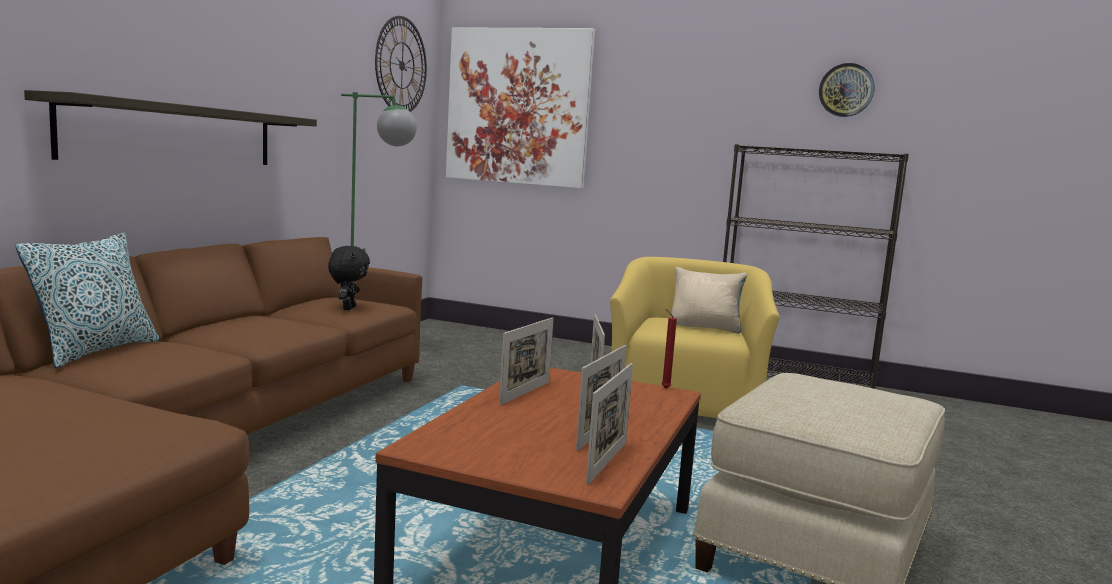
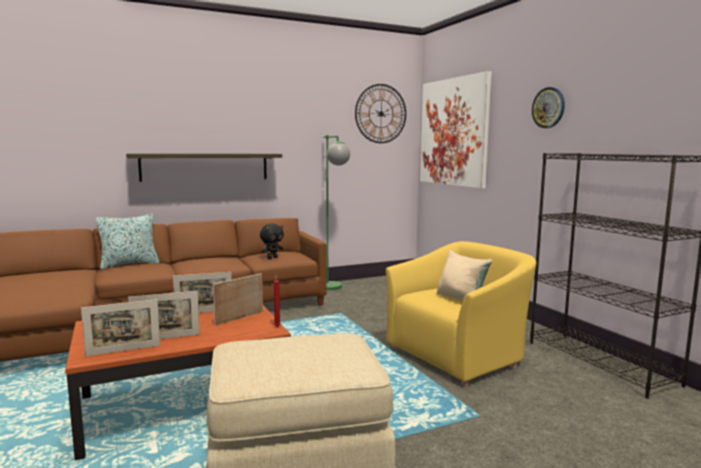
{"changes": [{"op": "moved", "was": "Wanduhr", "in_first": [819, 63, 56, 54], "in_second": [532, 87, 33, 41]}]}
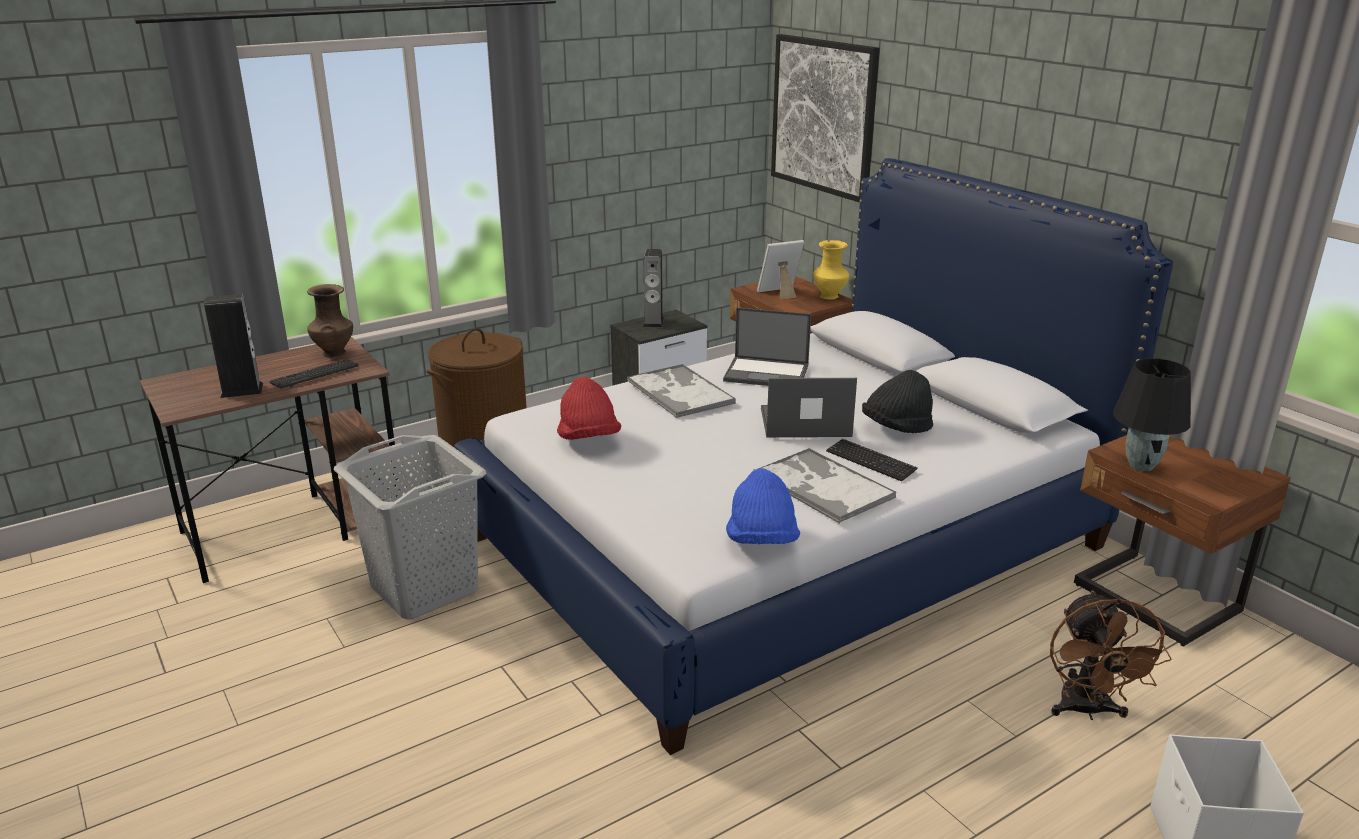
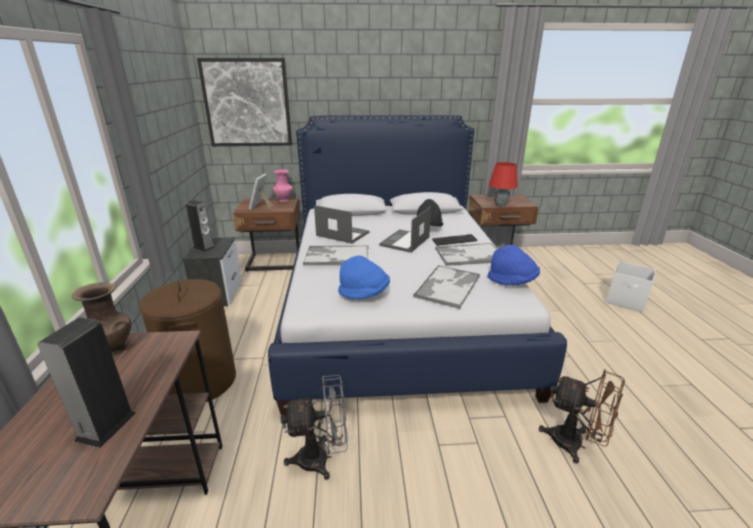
{"changes": [{"op": "recoloured", "was": "Vase/gelb", "now": "Vase/rosa", "in_first": [813, 240, 37, 60], "in_second": [273, 169, 20, 33]}, {"op": "turned", "was": "Laptop", "in_first": [723, 307, 88, 79], "in_second": [314, 205, 55, 39], "clockwise": -105}, {"op": "recoloured", "was": "Tischlampe/schwarz", "now": "Tischlampe/rot", "in_first": [1113, 358, 78, 113], "in_second": [489, 162, 29, 45]}, {"op": "removed", "was": "Tastatur", "in_first": [270, 359, 89, 29]}, {"op": "recoloured", "was": "Hut/rot", "now": "Hut/blau", "in_first": [557, 377, 64, 63], "in_second": [338, 255, 52, 44]}, {"op": "replaced", "was": "Wäschekorb/grau", "now": "Ventilator/grau", "in_first": [334, 435, 152, 184], "in_second": [280, 375, 68, 105]}, {"op": "moved", "was": "Ventilator/braun", "in_first": [1050, 590, 122, 130], "in_second": [539, 369, 86, 95]}, {"op": "added", "now": "Tablett", "in_second": [413, 265, 67, 44]}]}
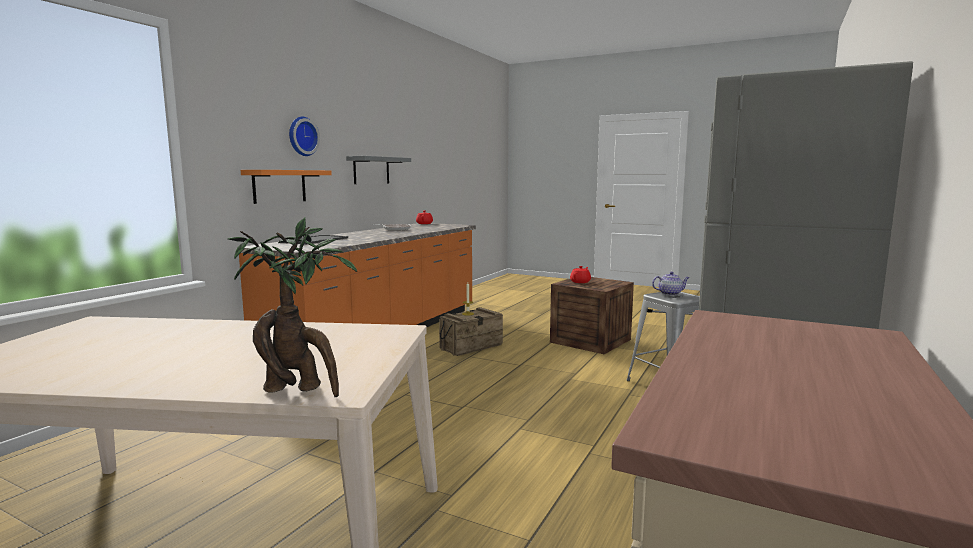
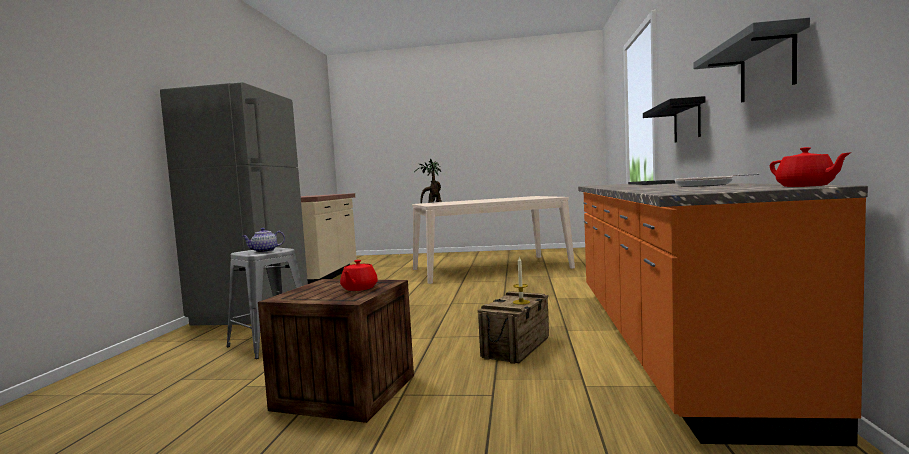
{"changes": [{"op": "removed", "was": "Wanduhr", "in_first": [289, 117, 31, 39]}, {"op": "recoloured", "was": "Wandregal/orange", "now": "Wandregal/schwarz", "in_first": [241, 170, 91, 34], "in_second": [643, 96, 63, 47]}]}
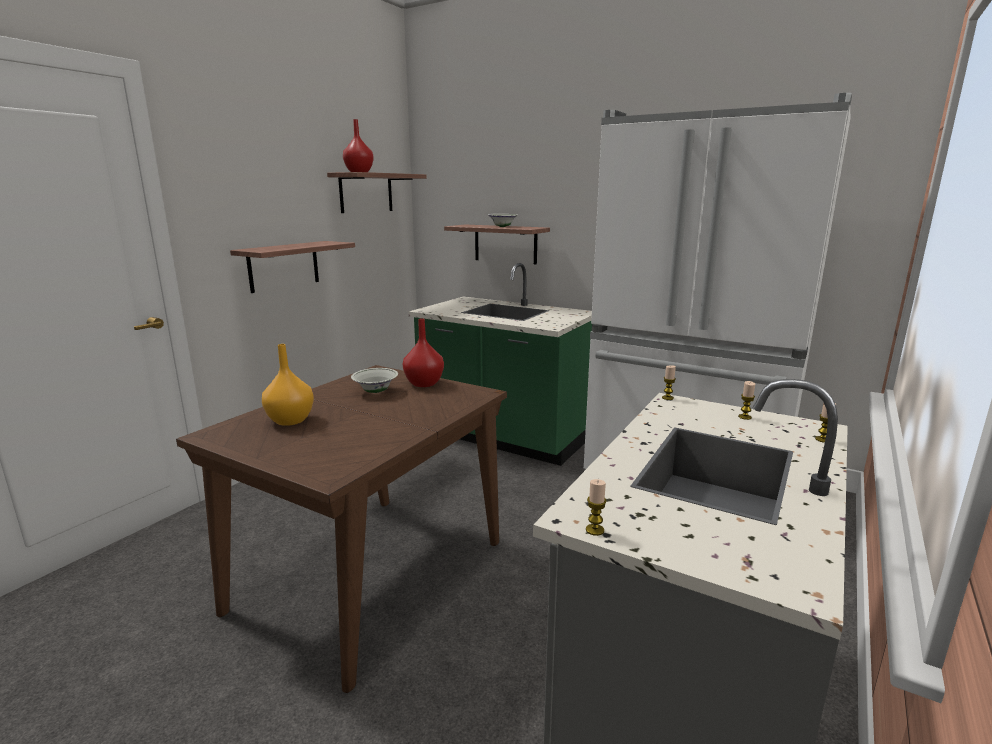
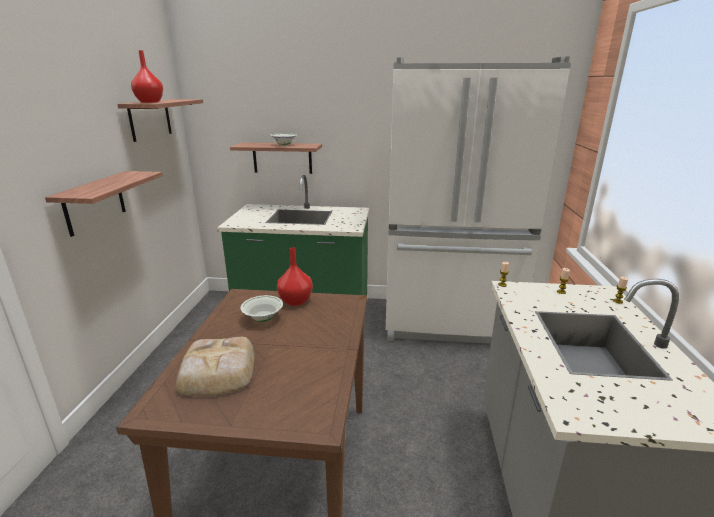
{"changes": [{"op": "replaced", "was": "Vase/orange", "now": "Brot", "in_first": [262, 344, 52, 82], "in_second": [176, 337, 78, 59]}, {"op": "removed", "was": "Kerze", "in_first": [586, 479, 21, 57]}]}
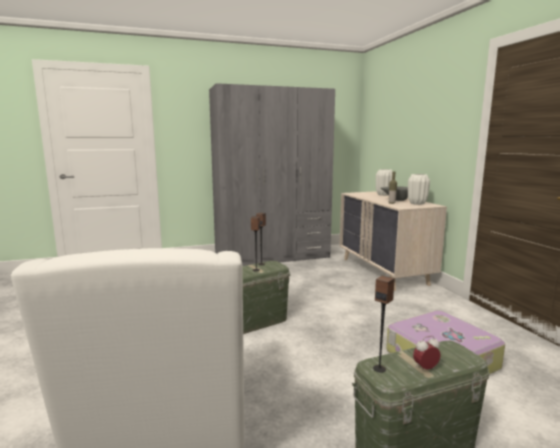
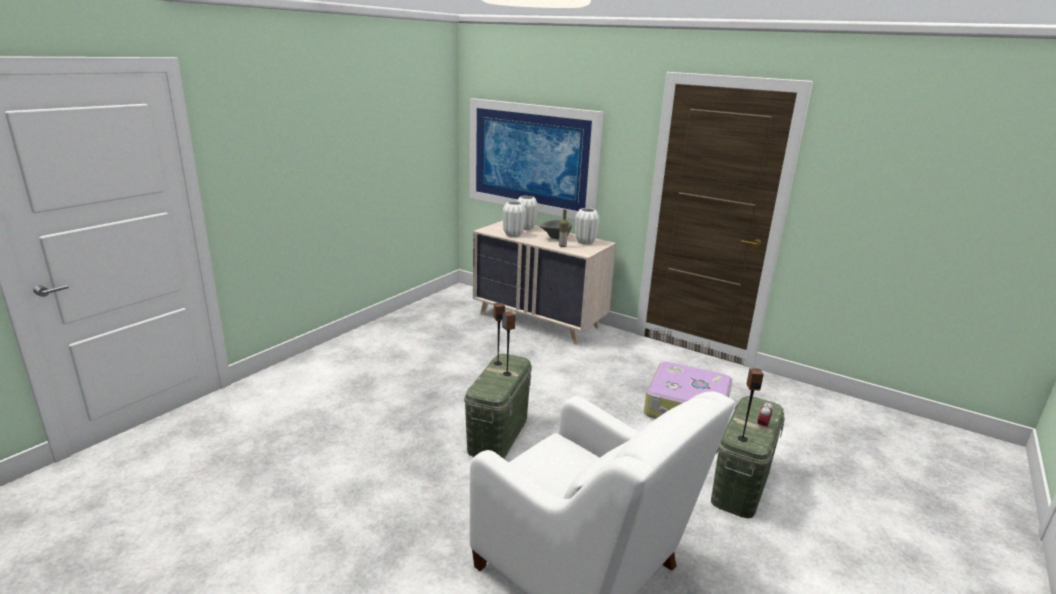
{"changes": [{"op": "removed", "was": "Kleiderschrank/grau", "in_first": [209, 83, 126, 183]}, {"op": "added", "now": "Bild", "in_second": [469, 98, 135, 121]}, {"op": "added", "now": "Vase/weiß", "in_second": [503, 201, 23, 36]}]}
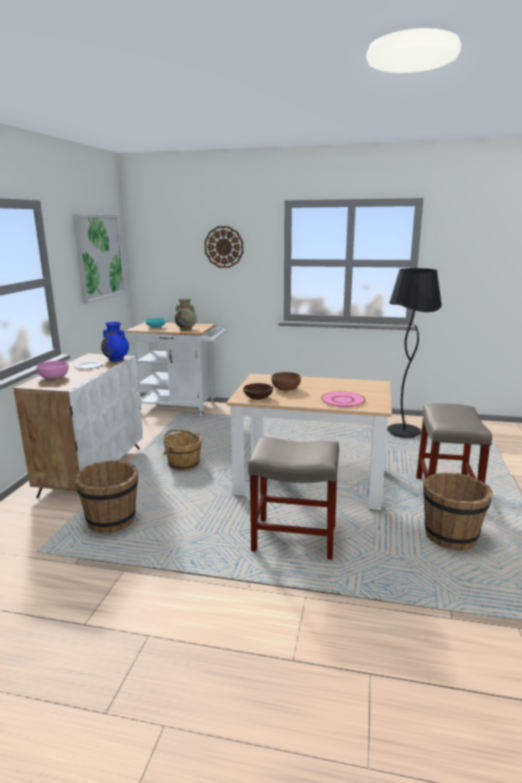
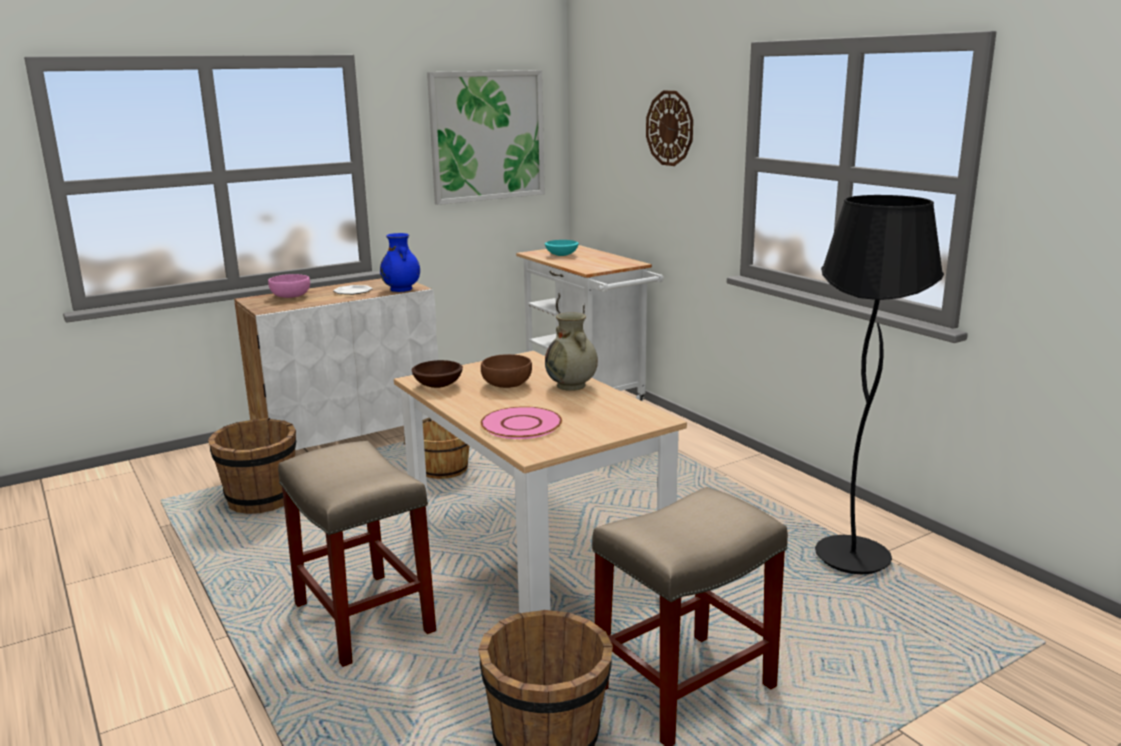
{"changes": [{"op": "moved", "was": "Vase/beige", "in_first": [175, 298, 22, 32], "in_second": [545, 312, 53, 79]}]}
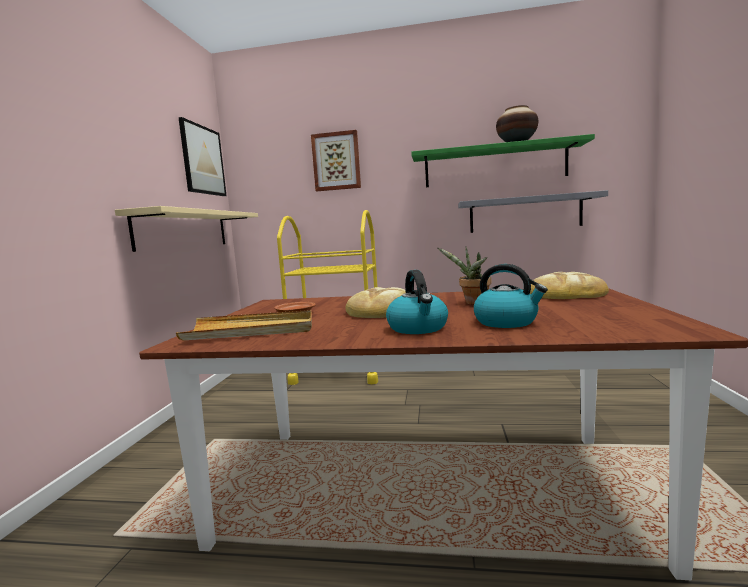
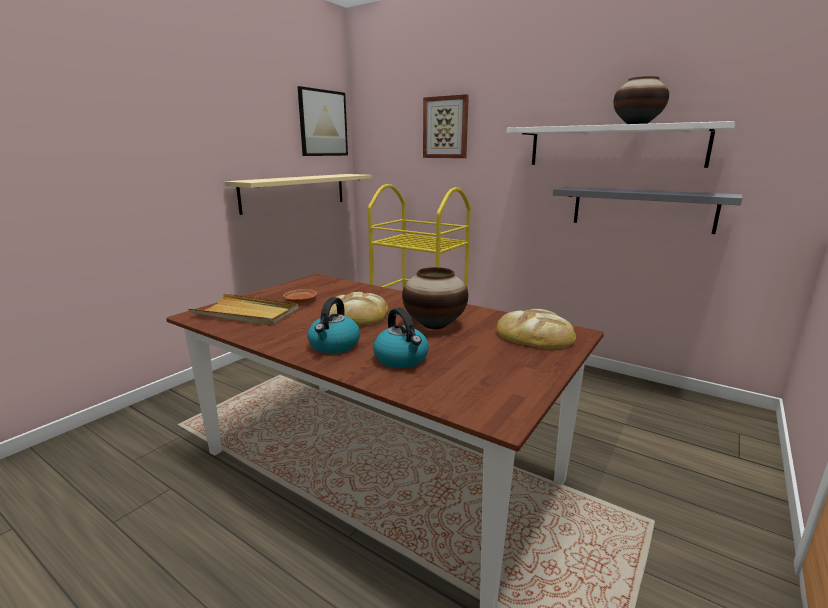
{"changes": [{"op": "recoloured", "was": "Wandregal/grün", "now": "Wandregal/weiß", "in_first": [411, 134, 184, 53], "in_second": [506, 121, 229, 47]}, {"op": "replaced", "was": "Topfpflanze", "now": "Vase", "in_first": [438, 247, 53, 58], "in_second": [402, 267, 66, 62]}]}
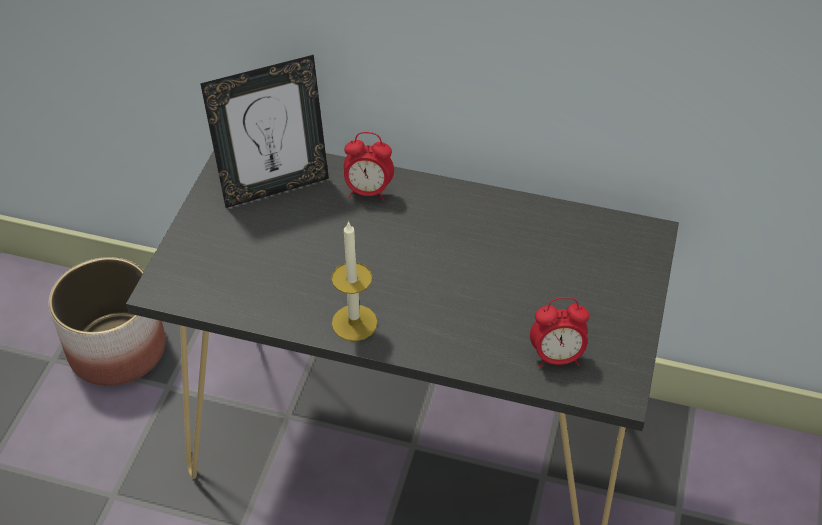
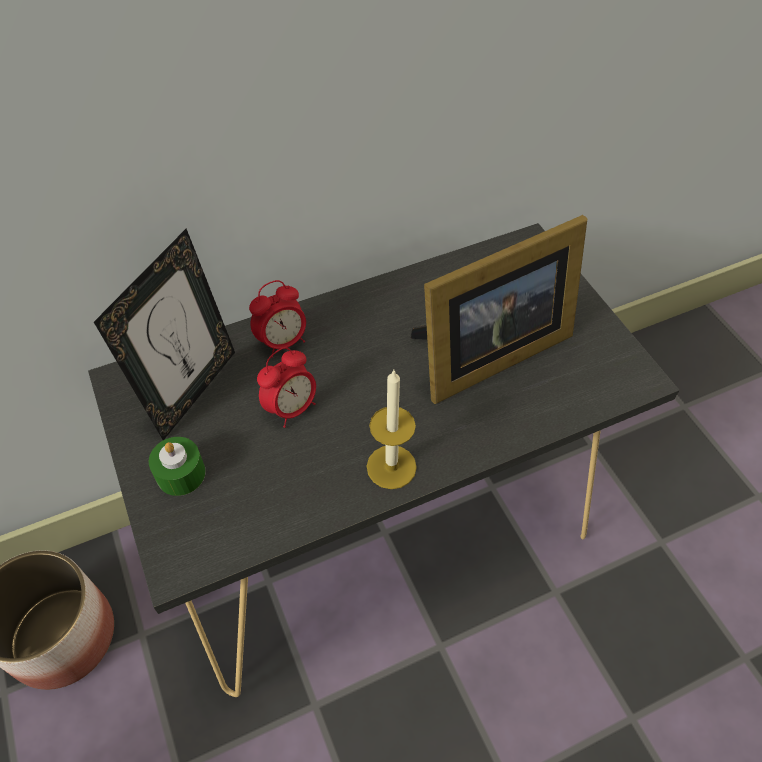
{"changes": [{"op": "moved", "was": "Wecker", "in_first": [530, 297, 59, 71], "in_second": [257, 347, 59, 81]}, {"op": "added", "now": "Bilderrahmen", "in_second": [411, 215, 176, 189]}, {"op": "added", "now": "Kerze/grün", "in_second": [149, 437, 57, 59]}]}
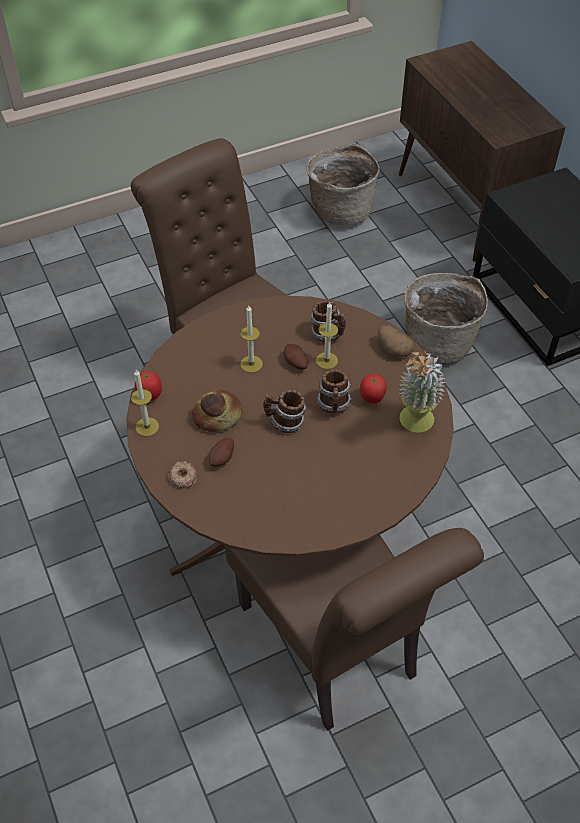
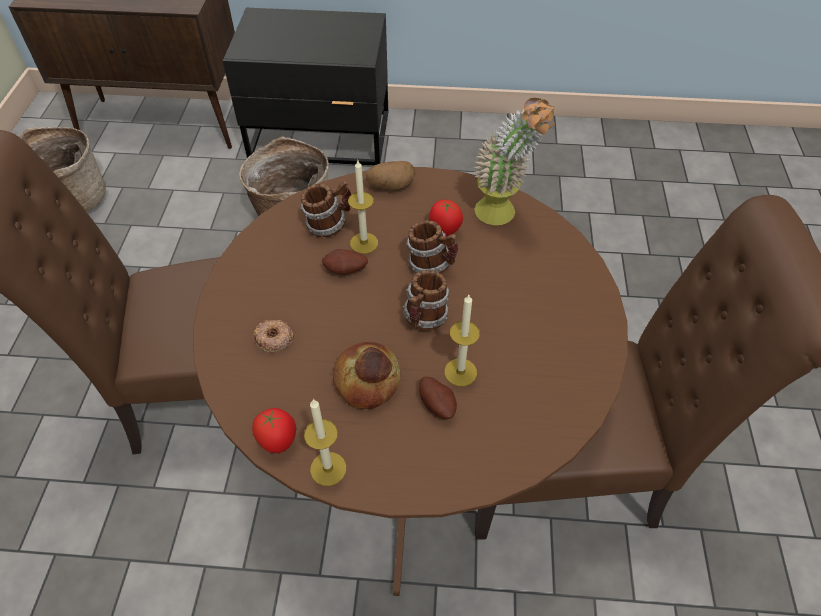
{"changes": [{"op": "moved", "was": "Kerze", "in_first": [240, 306, 23, 67], "in_second": [444, 295, 36, 91]}, {"op": "moved", "was": "Donut", "in_first": [169, 461, 28, 28], "in_second": [253, 320, 41, 32]}]}
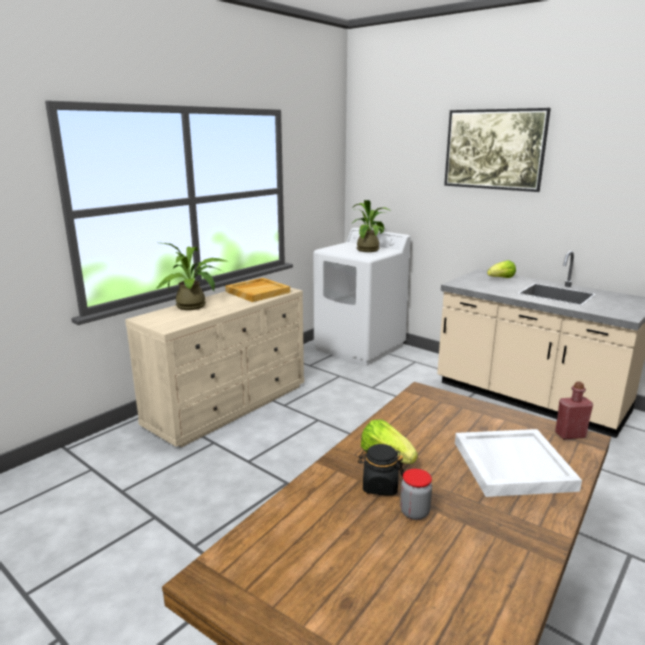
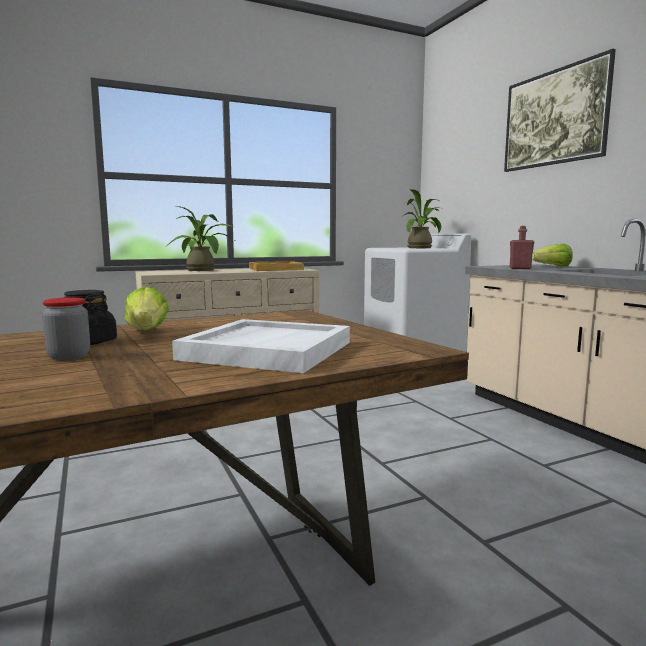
{"changes": [{"op": "moved", "was": "Flasche/rot", "in_first": [555, 382, 38, 57], "in_second": [510, 226, 24, 43]}]}
